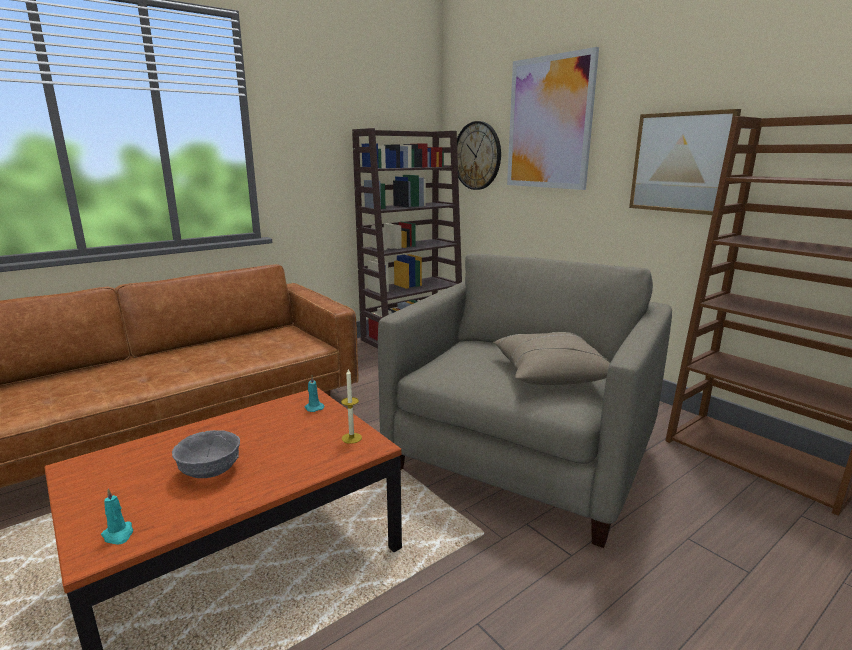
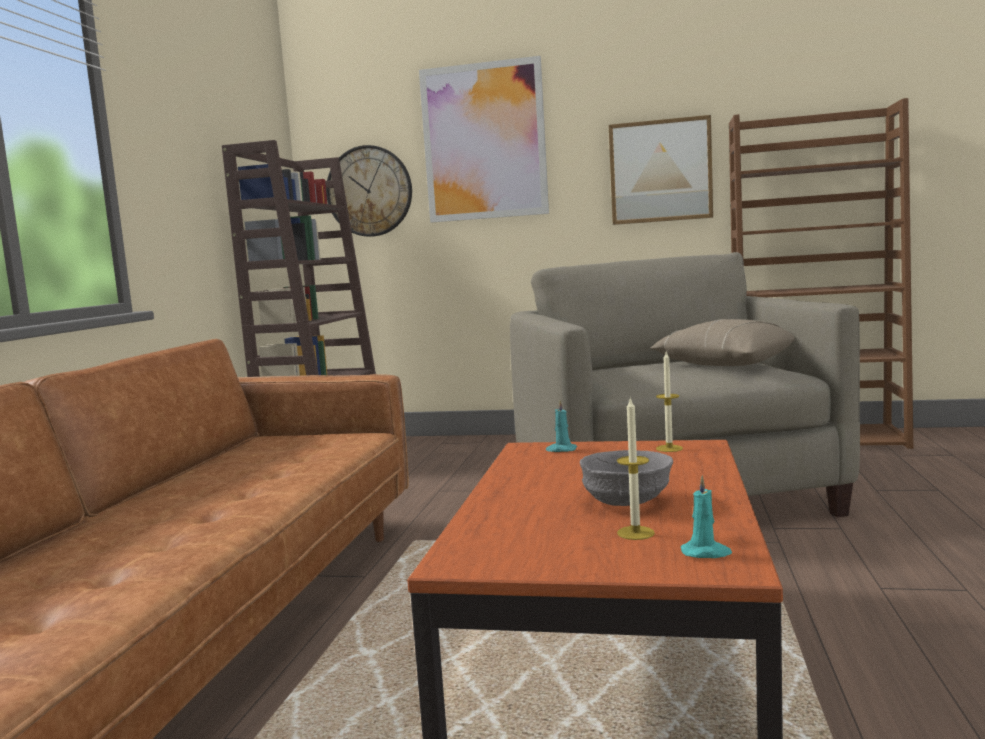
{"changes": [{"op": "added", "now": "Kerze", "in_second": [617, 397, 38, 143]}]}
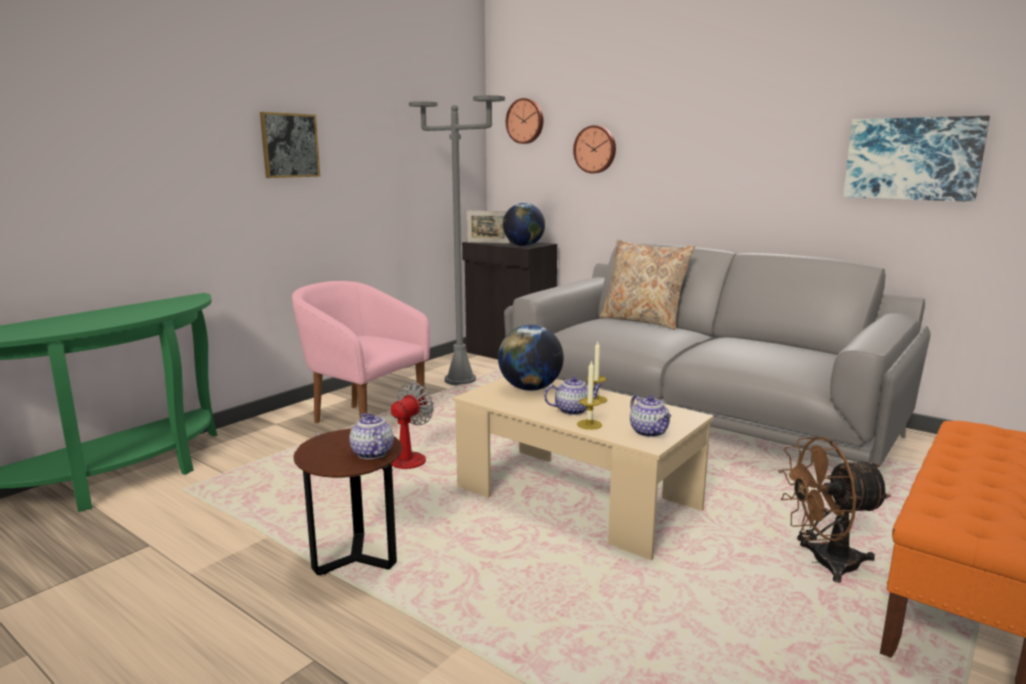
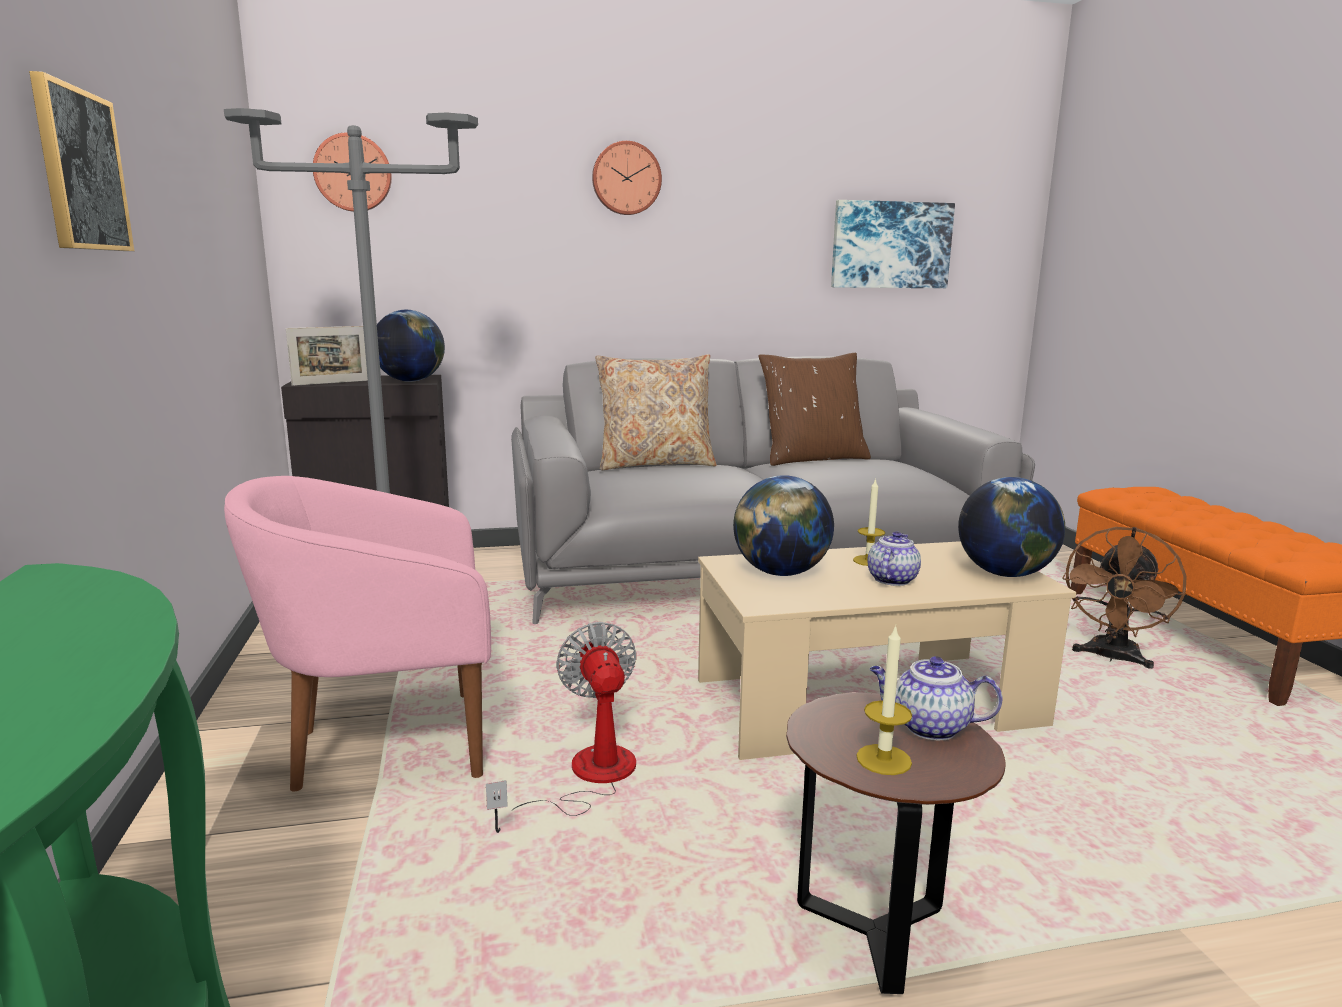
{"changes": [{"op": "moved", "was": "Wanduhr", "in_first": [573, 125, 43, 48], "in_second": [592, 141, 70, 74]}, {"op": "moved", "was": "Kerze", "in_first": [577, 360, 25, 70], "in_second": [856, 625, 56, 150]}, {"op": "replaced", "was": "Teekanne", "now": "Globus", "in_first": [630, 395, 41, 42], "in_second": [958, 477, 107, 100]}, {"op": "added", "now": "Kissen/braun", "in_second": [759, 353, 112, 113]}]}
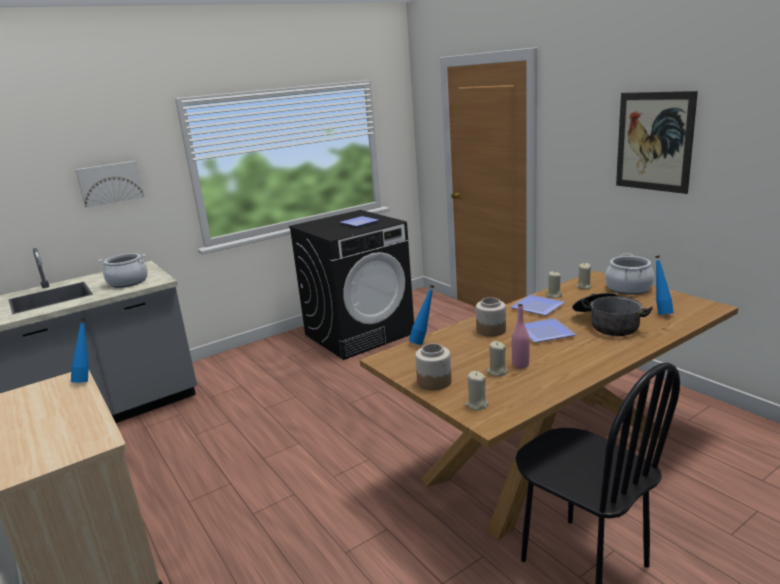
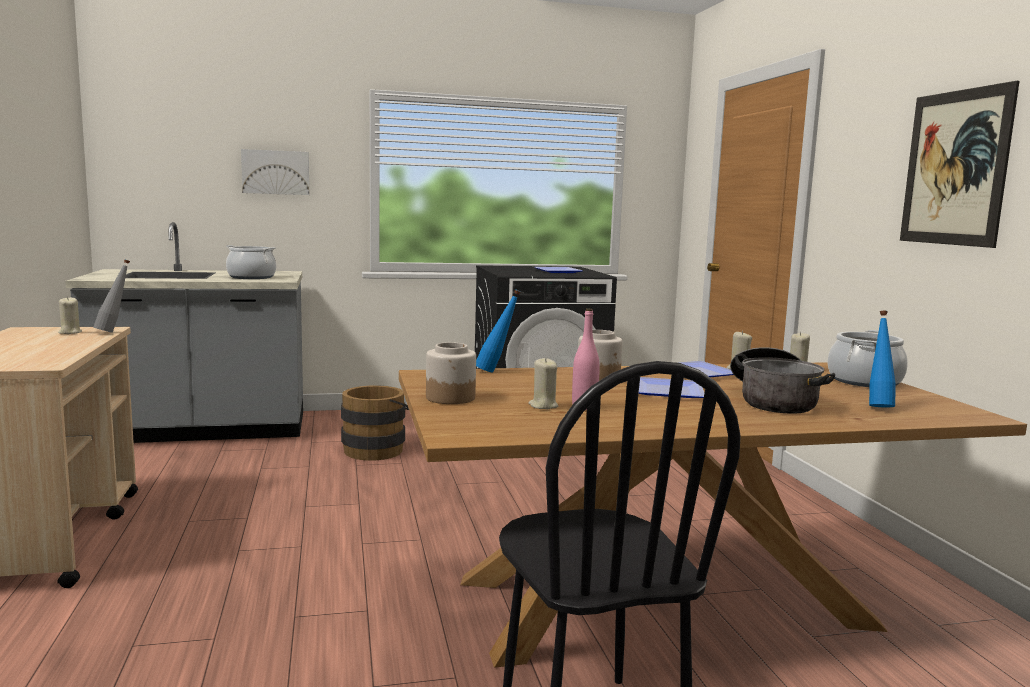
{"changes": [{"op": "recoloured", "was": "Flasche/blau", "now": "Flasche/grau", "in_first": [71, 318, 18, 65], "in_second": [93, 259, 37, 74]}, {"op": "moved", "was": "Kerze/beige", "in_first": [465, 371, 24, 39], "in_second": [58, 296, 24, 38]}, {"op": "added", "now": "Eimer/braun", "in_second": [341, 386, 68, 75]}]}
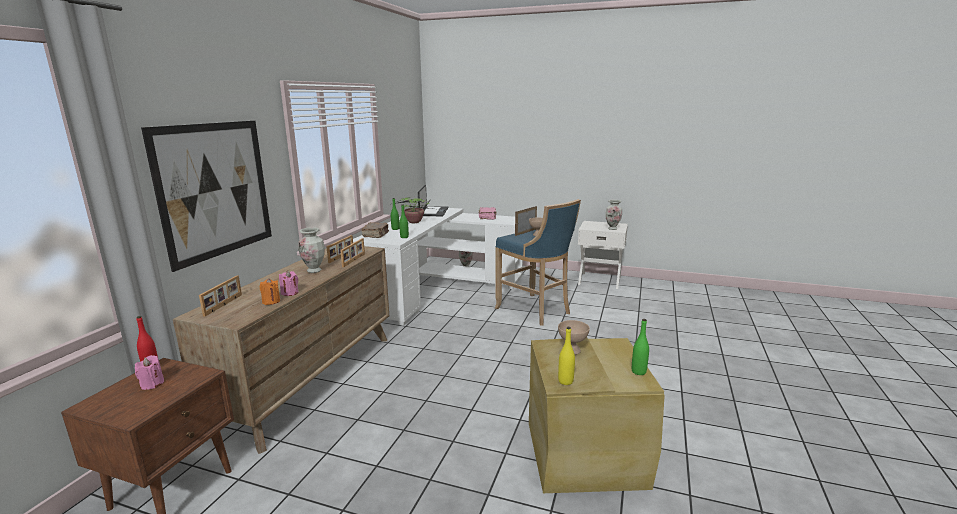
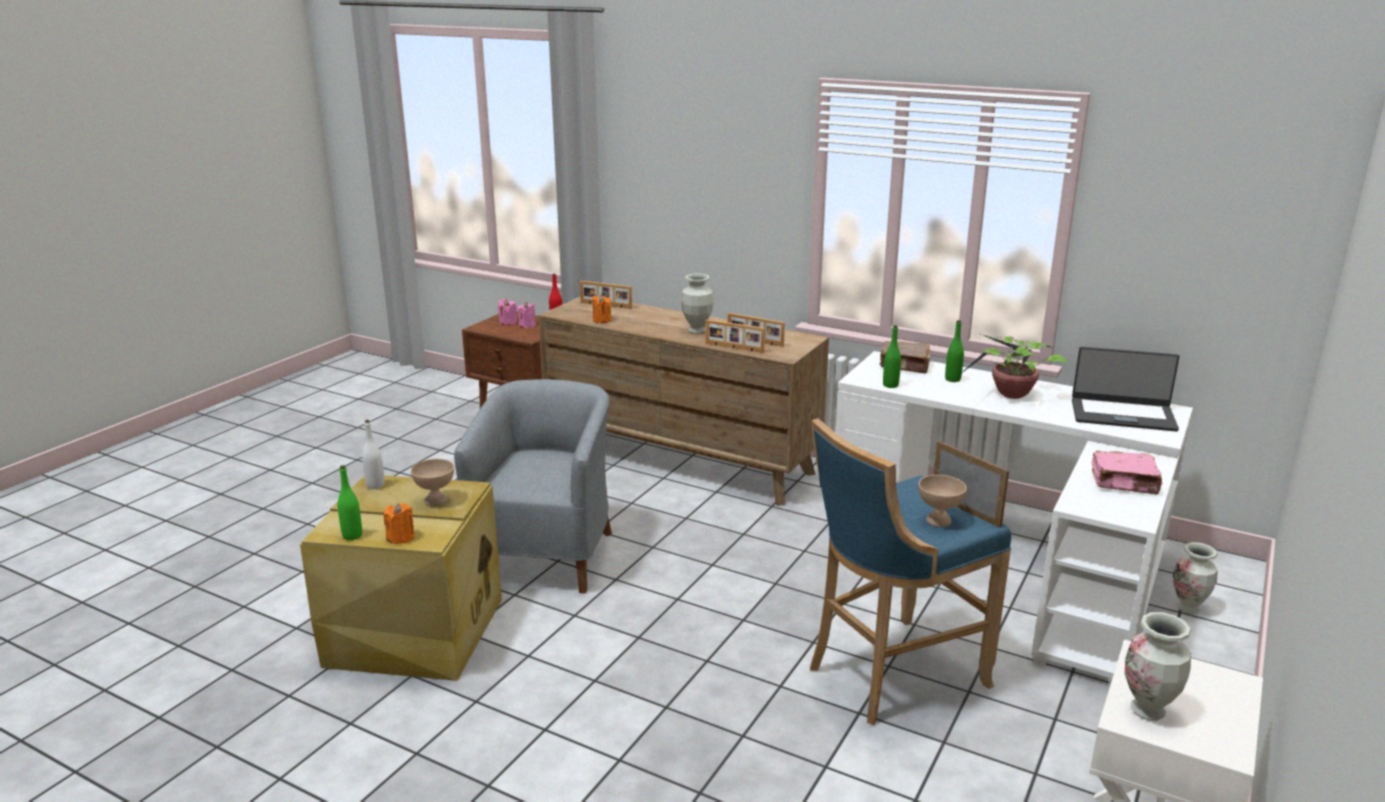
{"changes": [{"op": "removed", "was": "Bild", "in_first": [141, 121, 131, 151]}, {"op": "moved", "was": "Kerze/rosa", "in_first": [279, 271, 20, 25], "in_second": [498, 299, 19, 26]}, {"op": "recoloured", "was": "Flasche/gelb", "now": "Flasche/weiß", "in_first": [558, 327, 17, 58], "in_second": [362, 420, 23, 69]}, {"op": "added", "now": "Sessel/grau", "in_second": [454, 379, 158, 215]}, {"op": "added", "now": "Kerze/orange", "in_second": [384, 503, 31, 41]}]}
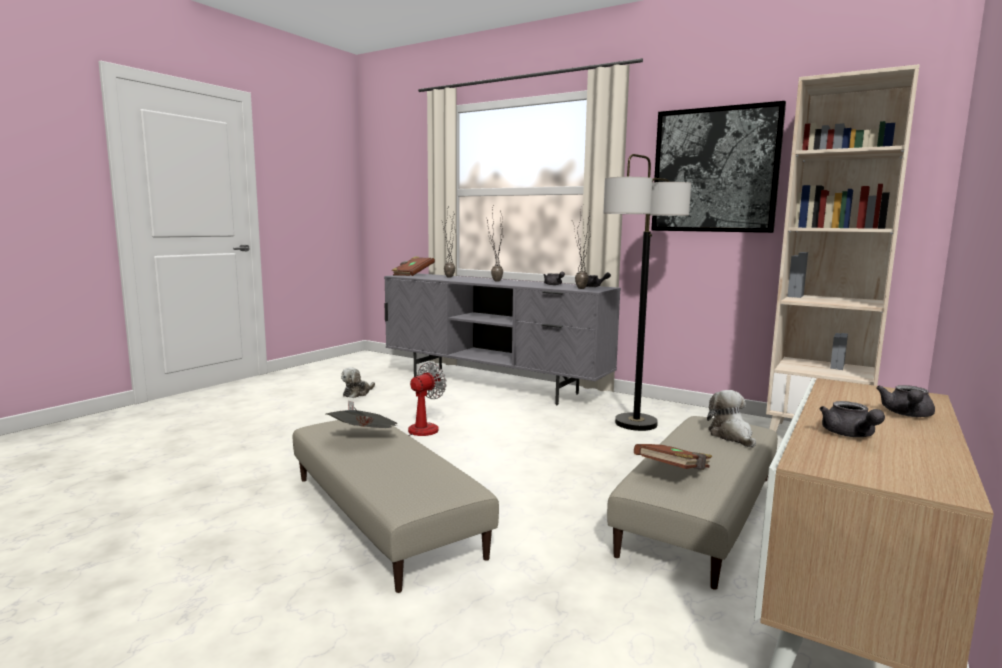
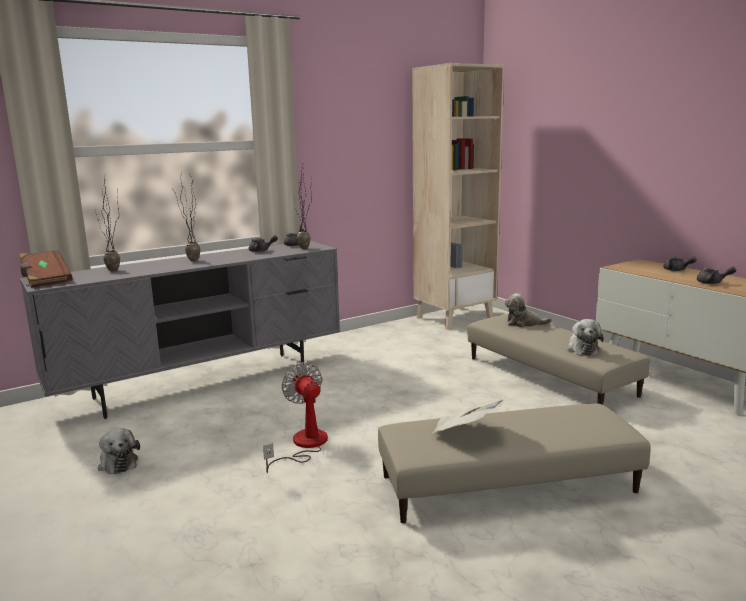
{"changes": [{"op": "removed", "was": "Bild", "in_first": [651, 101, 135, 132]}, {"op": "removed", "was": "Stehlampe", "in_first": [604, 154, 87, 277]}, {"op": "replaced", "was": "Buch/braun", "now": "Plüschtier", "in_first": [634, 444, 78, 26], "in_second": [567, 319, 37, 37]}]}
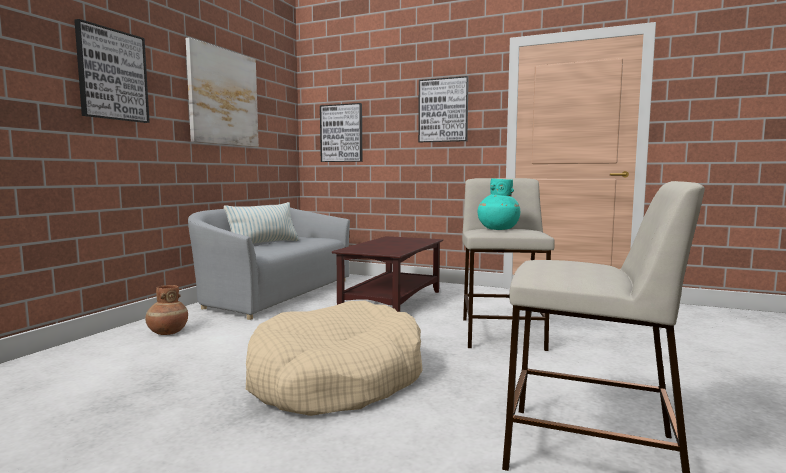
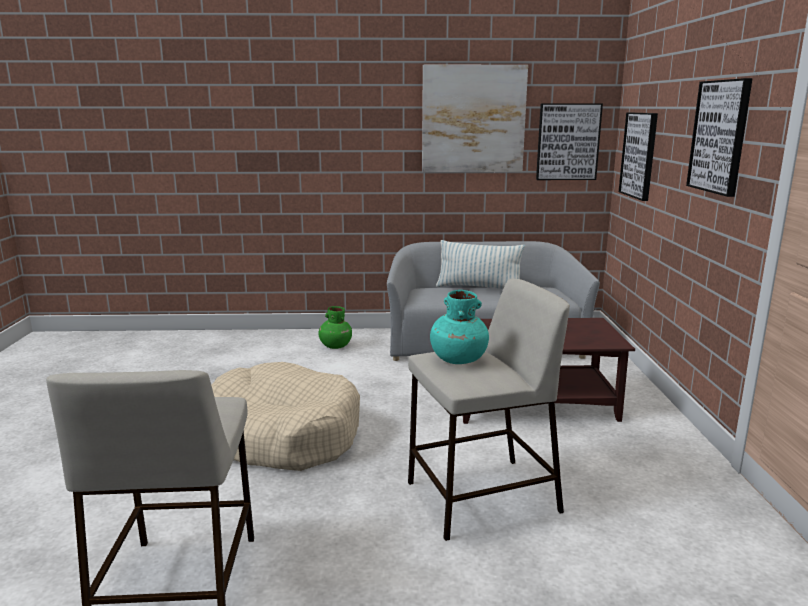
{"changes": [{"op": "moved", "was": "Bild", "in_first": [74, 19, 76, 104], "in_second": [536, 104, 67, 76]}, {"op": "recoloured", "was": "Vase/braun", "now": "Vase/grün", "in_first": [145, 285, 43, 50], "in_second": [318, 306, 34, 43]}]}
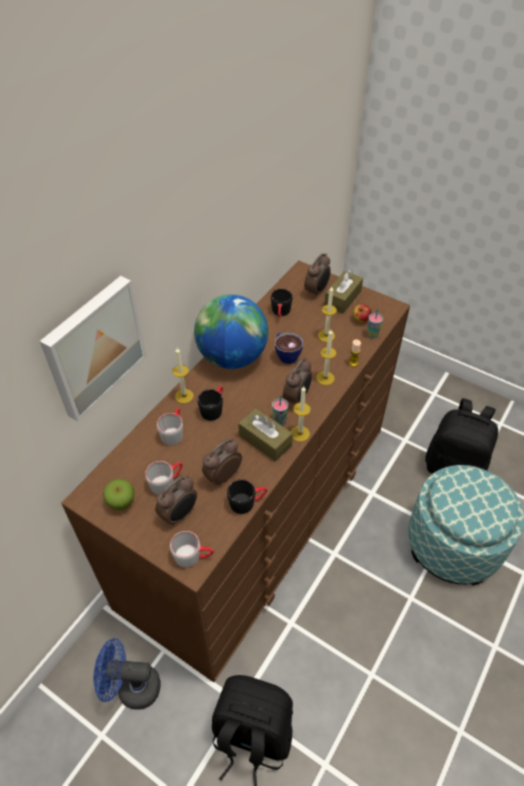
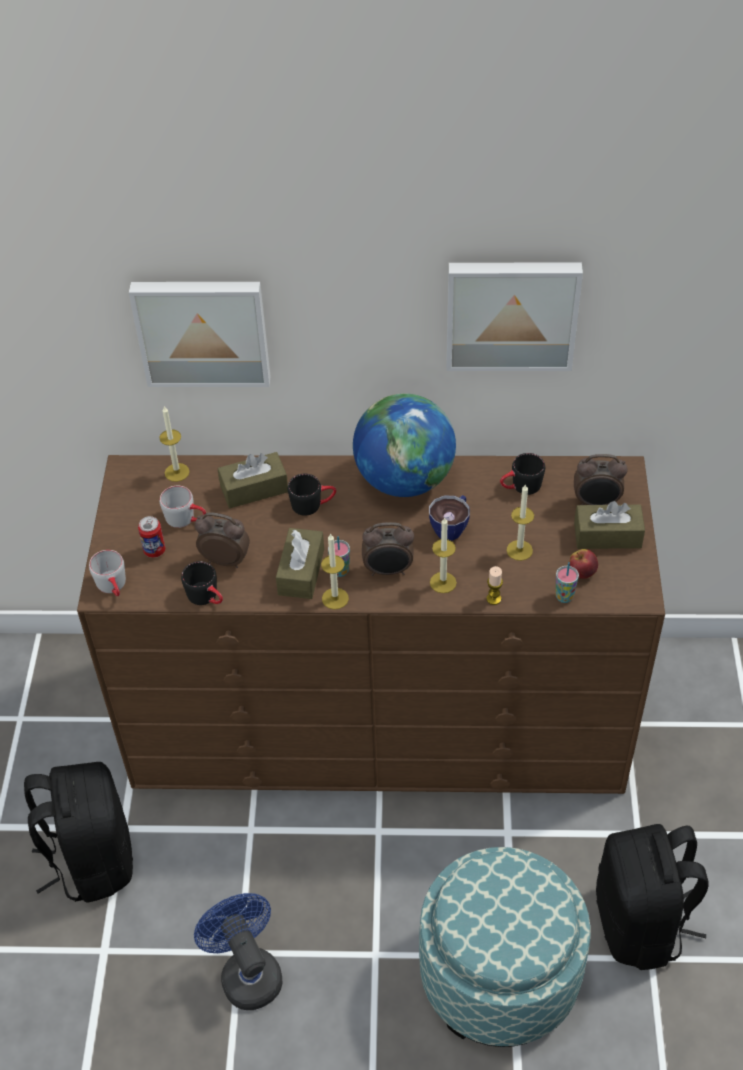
{"changes": [{"op": "moved", "was": "Kerze", "in_first": [172, 348, 22, 56], "in_second": [159, 406, 30, 76]}, {"op": "replaced", "was": "Henkelbecher/grau", "now": "Taschentuchbox/braun", "in_first": [157, 408, 26, 38], "in_second": [218, 452, 70, 56]}, {"op": "replaced", "was": "Wecker", "now": "Dose", "in_first": [155, 475, 42, 52], "in_second": [138, 516, 27, 42]}, {"op": "removed", "was": "Apfel", "in_first": [103, 479, 31, 31]}, {"op": "moved", "was": "Ventilator/blau", "in_first": [93, 638, 68, 72], "in_second": [194, 893, 88, 117]}, {"op": "added", "now": "Bild", "in_second": [446, 262, 137, 109]}]}
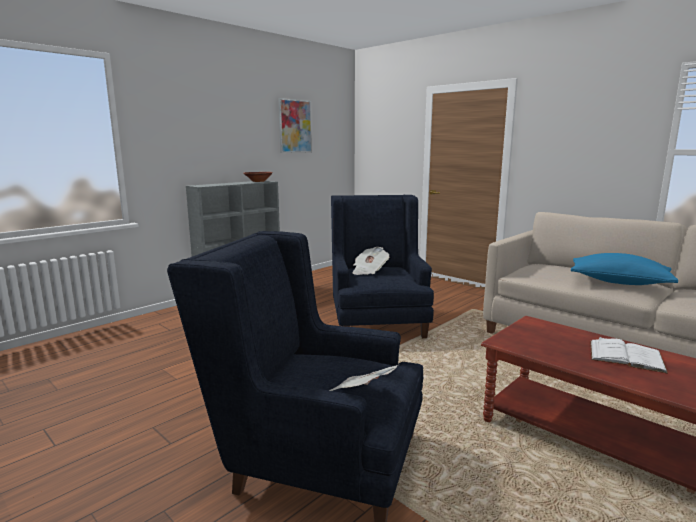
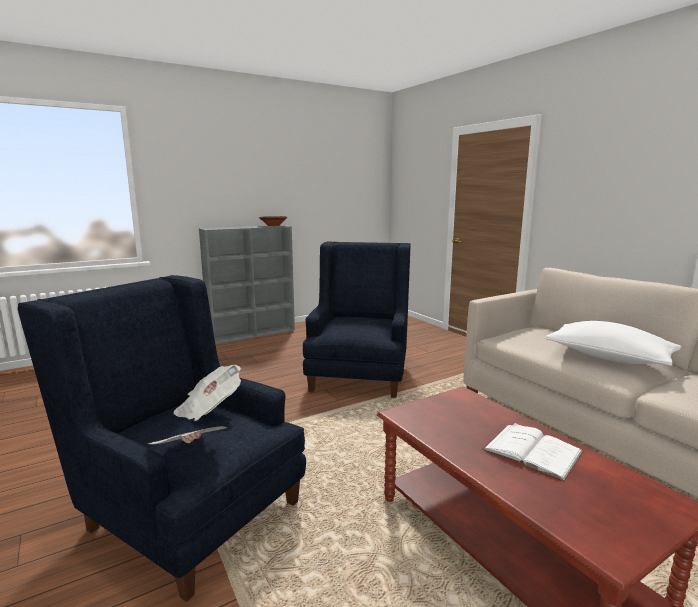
{"changes": [{"op": "removed", "was": "Bild", "in_first": [279, 98, 33, 55]}, {"op": "moved", "was": "Zeitung", "in_first": [352, 247, 37, 28], "in_second": [174, 365, 67, 56]}, {"op": "recoloured", "was": "Kissen/blau", "now": "Kissen/weiß", "in_first": [571, 253, 107, 32], "in_second": [545, 321, 137, 45]}]}
